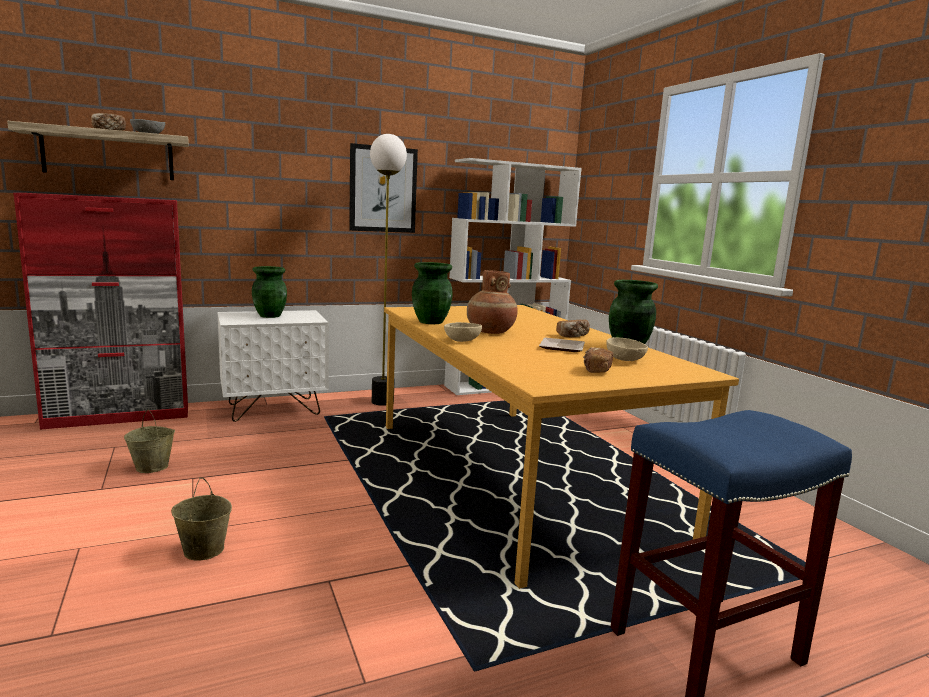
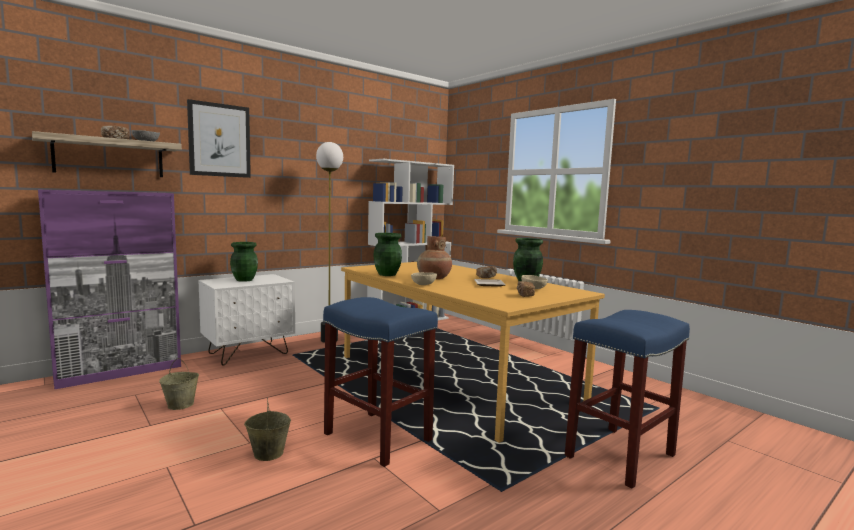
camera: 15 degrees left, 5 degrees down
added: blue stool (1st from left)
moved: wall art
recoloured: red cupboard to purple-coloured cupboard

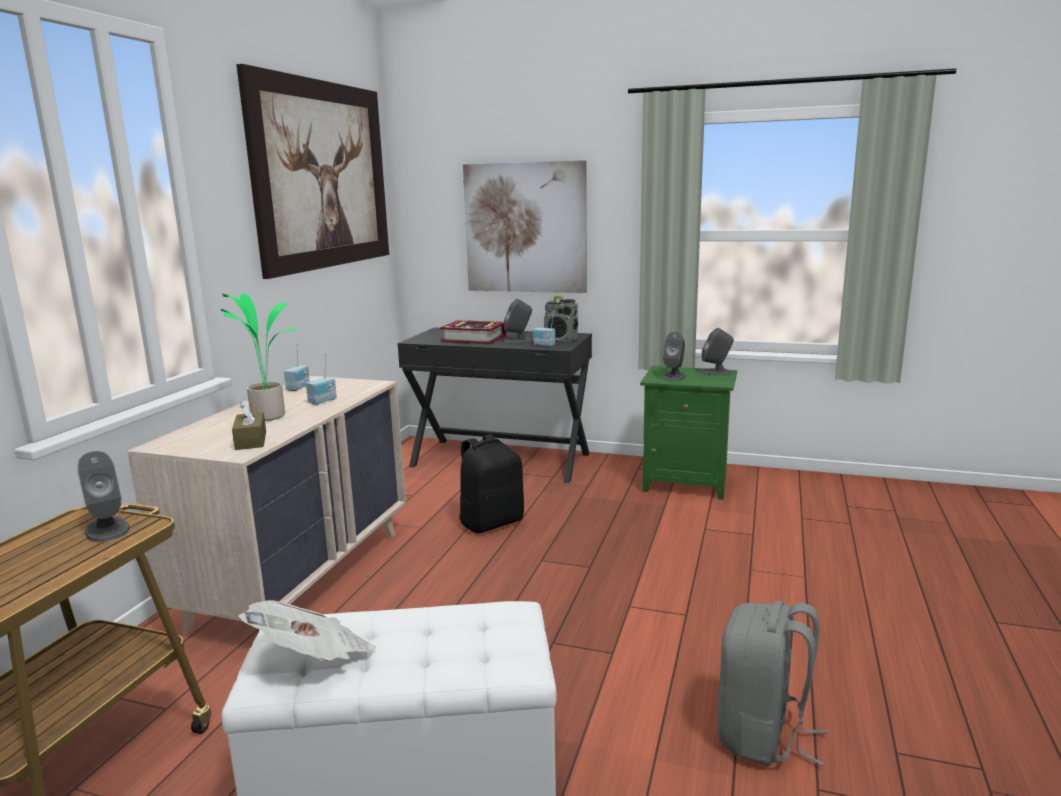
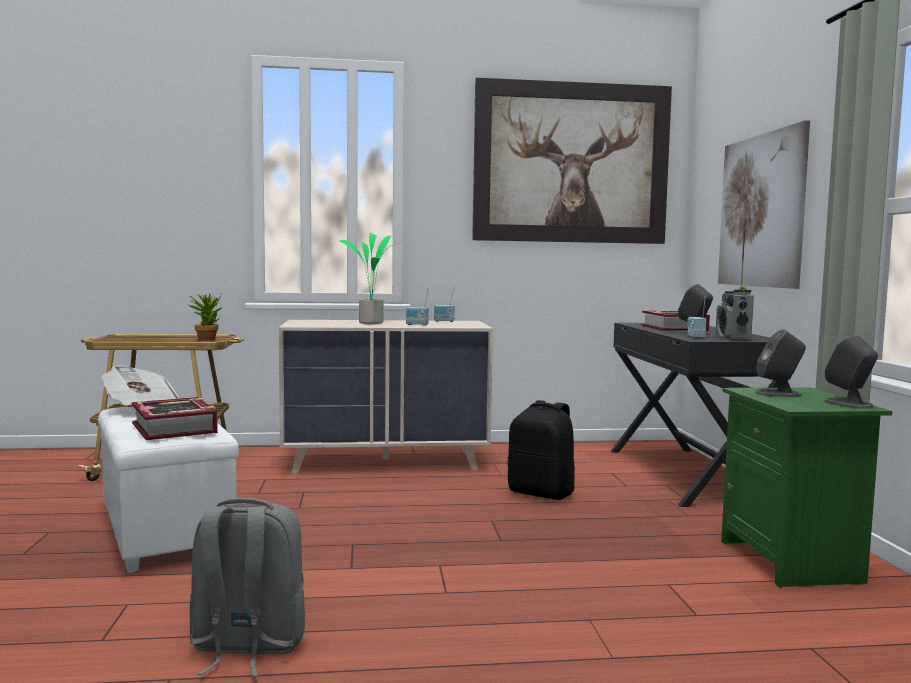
camera: 65 degrees right, 10 degrees down
removed: brownish box of tissues
added: bound book (1st from left)
replaced: grey audio speaker (1st from left) to plant in a pot (1st from left)

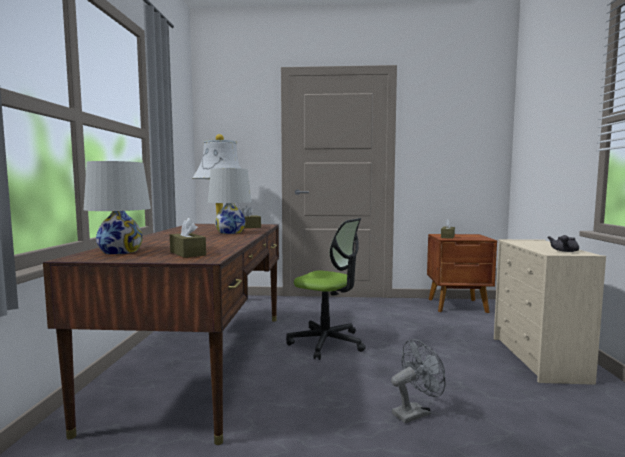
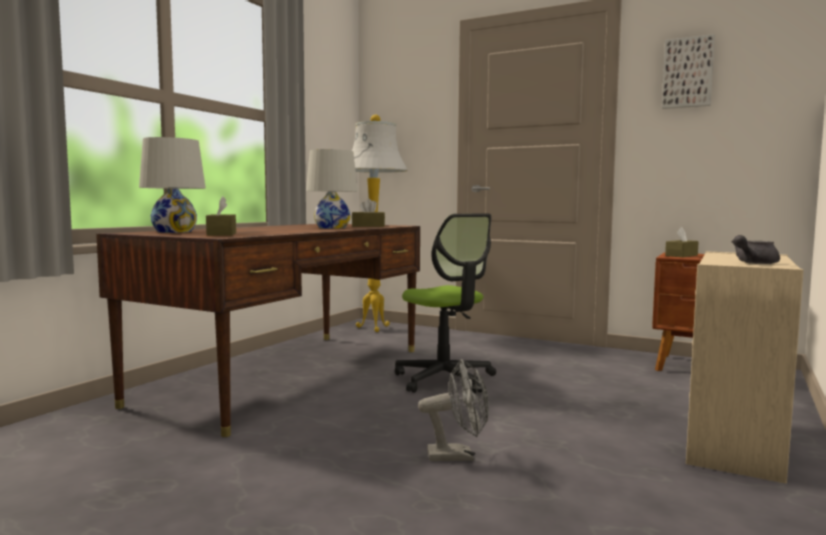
camera: 25 degrees right, 0 degrees up
added: wall art

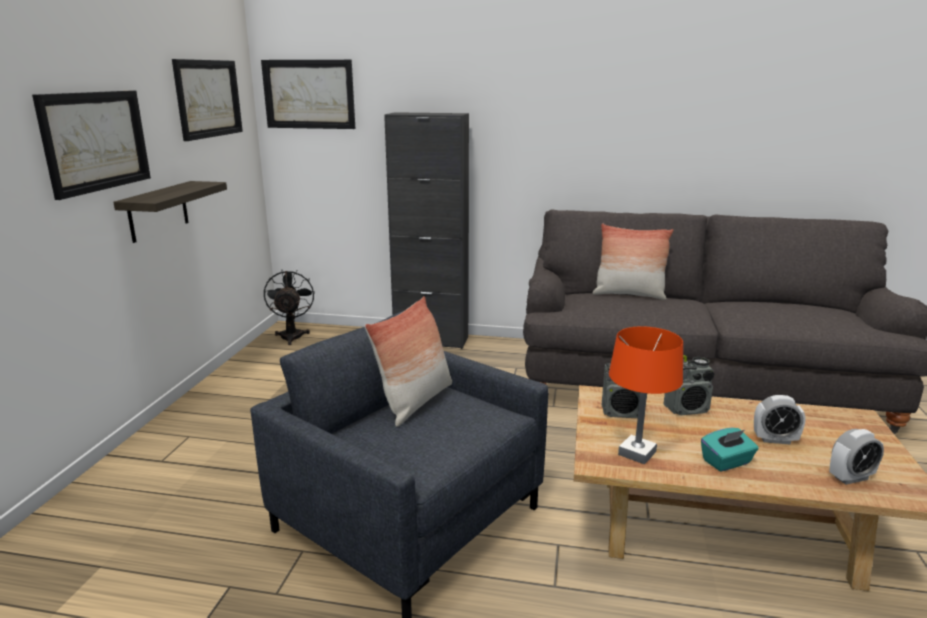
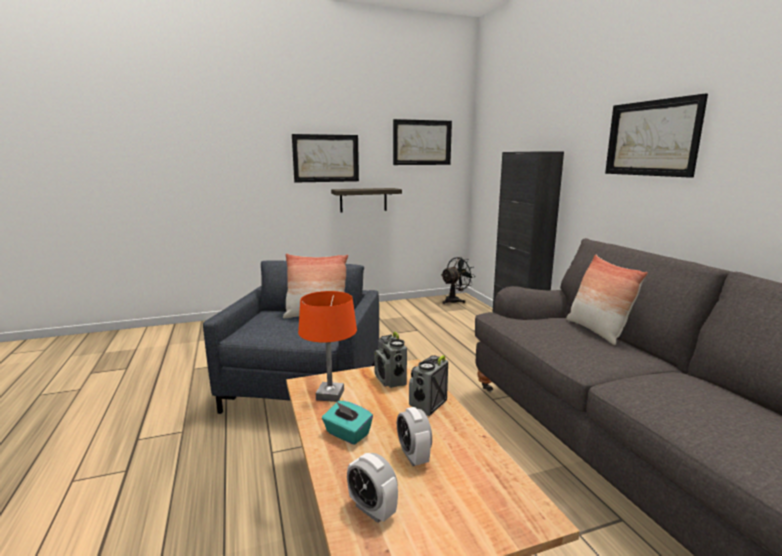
camera: 60 degrees right, 5 degrees down
moved: wall art (3rd from left)
turned: radio (2nd from left) 75 degrees clockwise

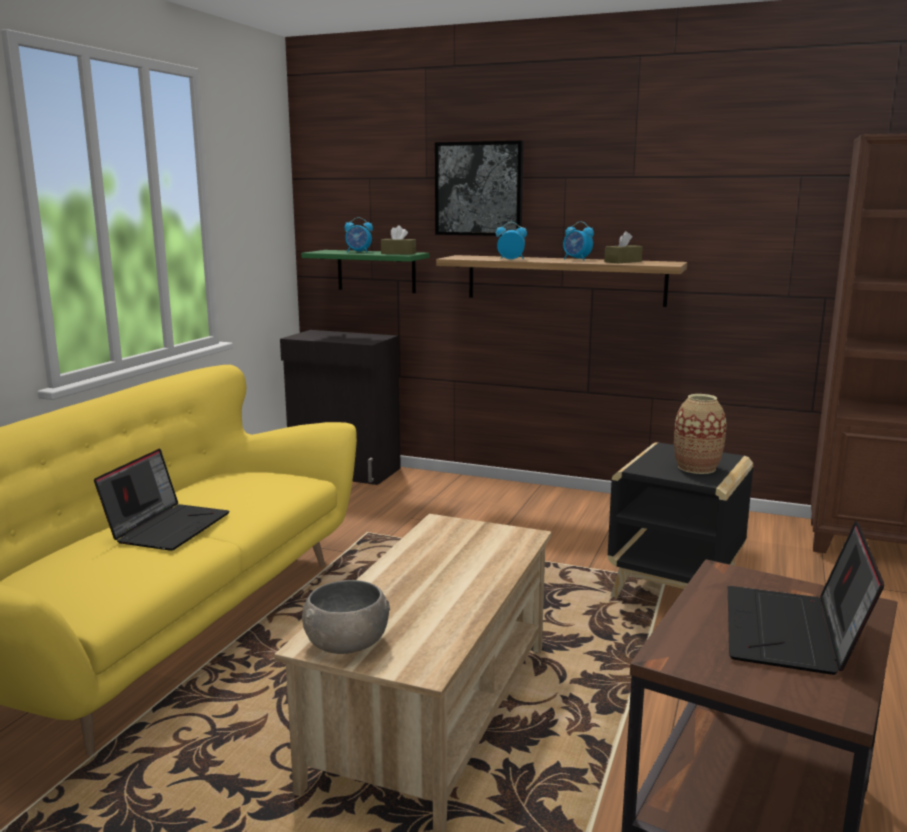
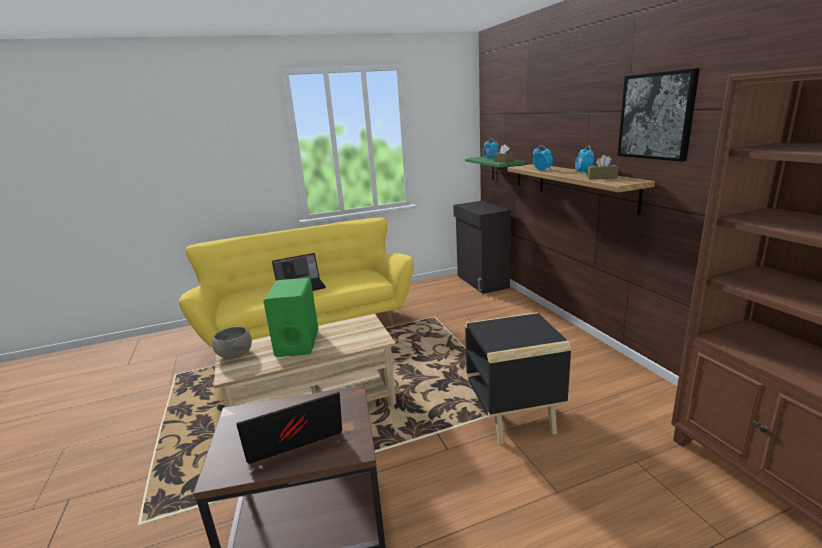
camera: 50 degrees right, 5 degrees up
removed: decorative vase
added: green audio speaker
moved: wall art

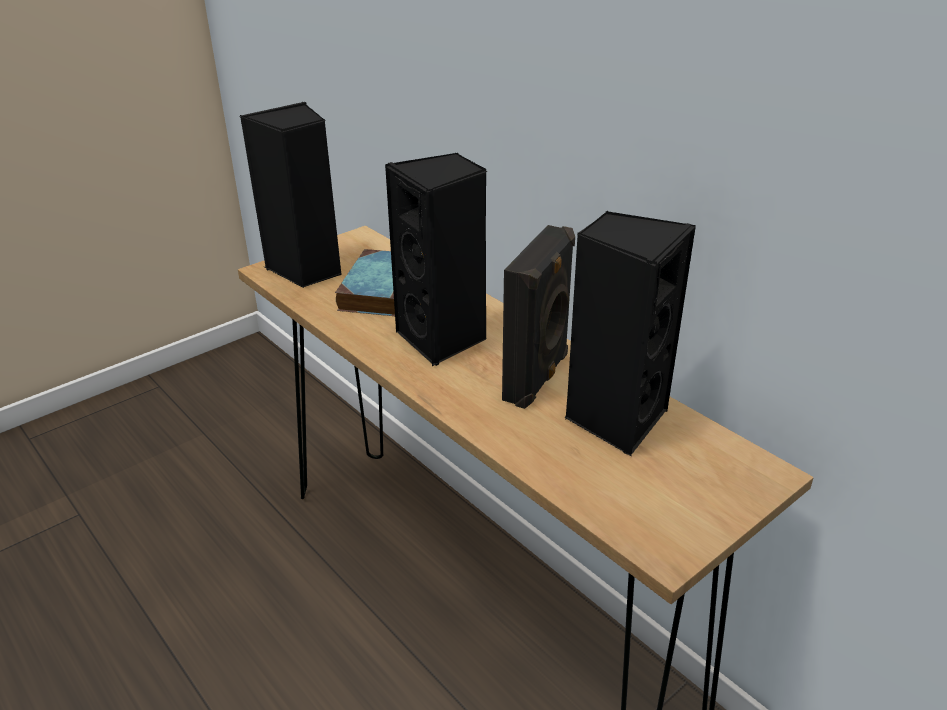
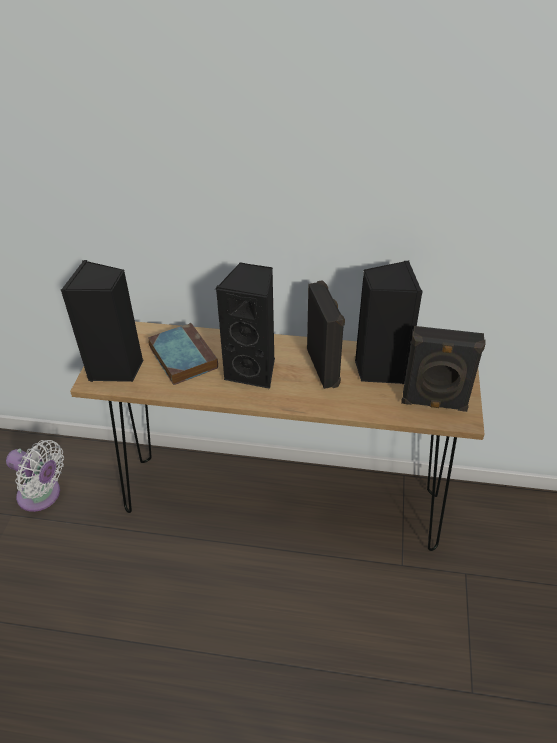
camera: 40 degrees left, 10 degrees up
added: whitish fan; blackish audio speaker (5th from left)

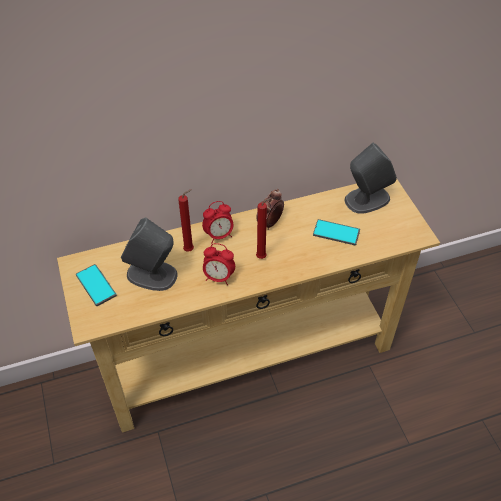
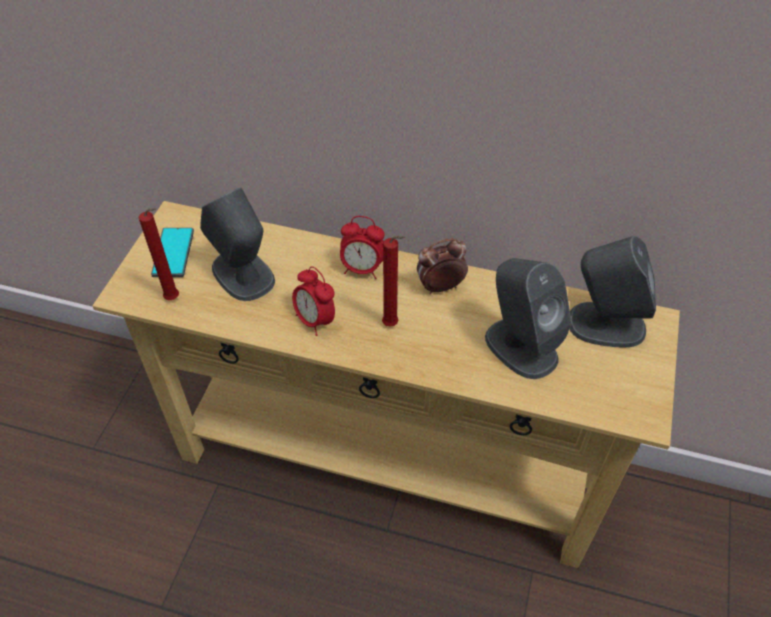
camera: 35 degrees right, 0 degrees up
moved: red wax light (1st from left)
replaced: phone (2nd from left) to grey audio speaker (2nd from left)

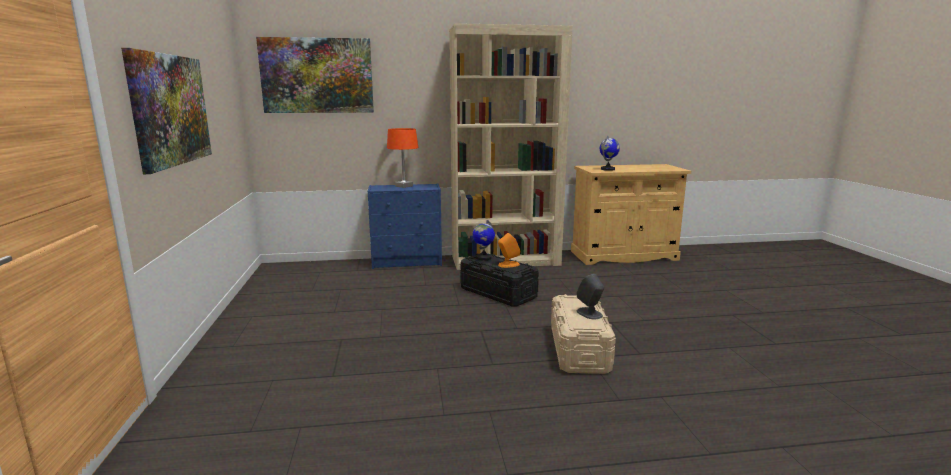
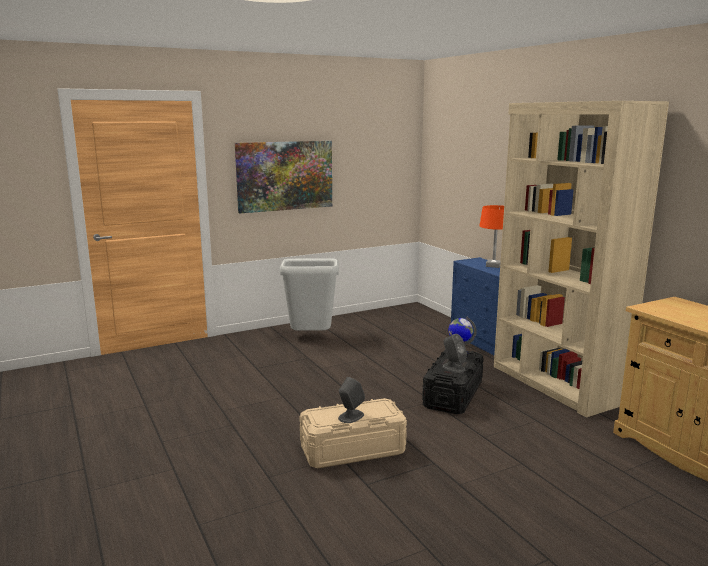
camera: 70 degrees right, 0 degrees up
removed: wall art (2nd from left); globe (2nd from left)
added: grey rubbish bin
recoloured: orangey audio speaker to grey audio speaker (2nd from left)

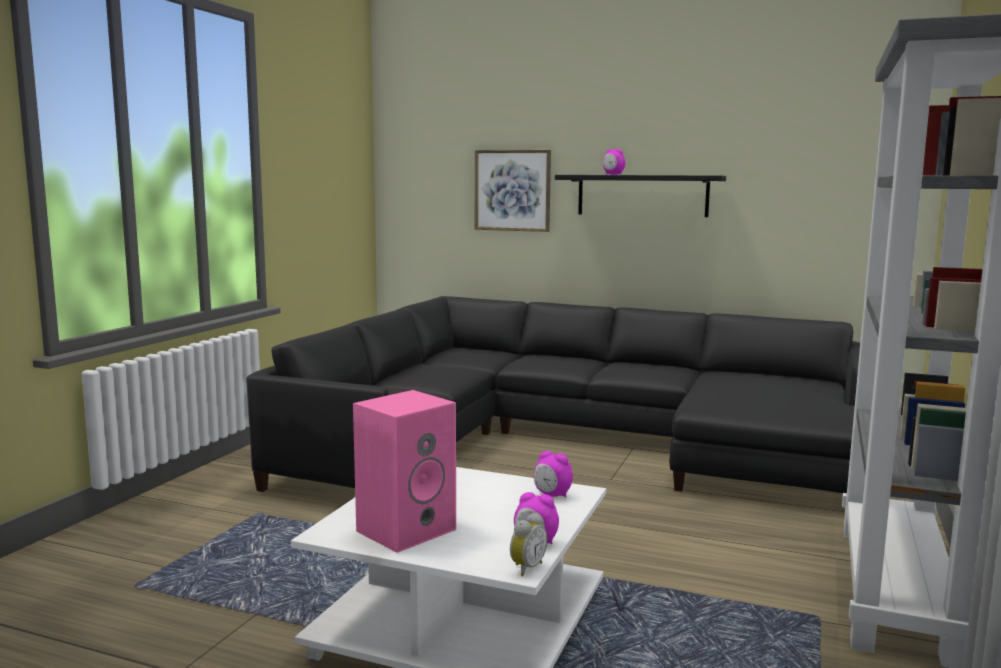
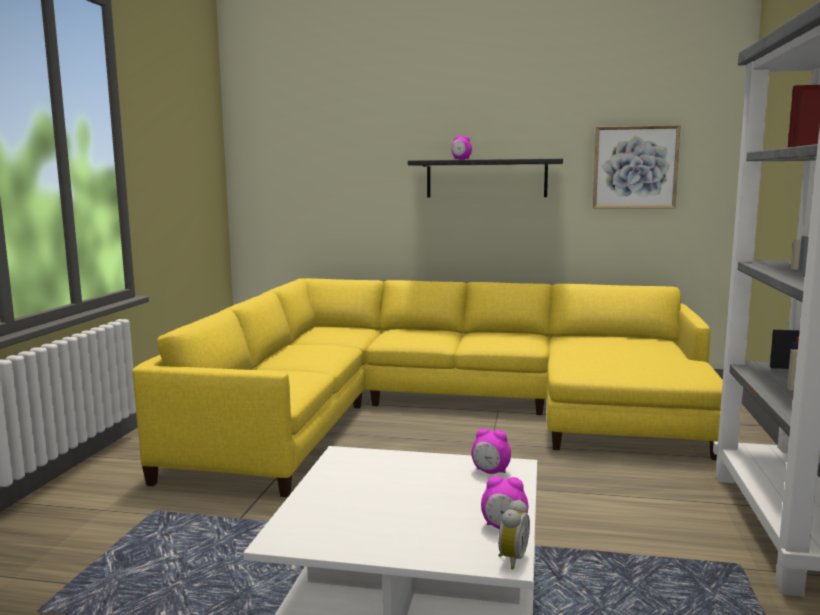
camera: 10 degrees left, 0 degrees up
removed: pink-coloured audio speaker
moved: wall art
recoloured: blackish settee to yellow-coloured settee

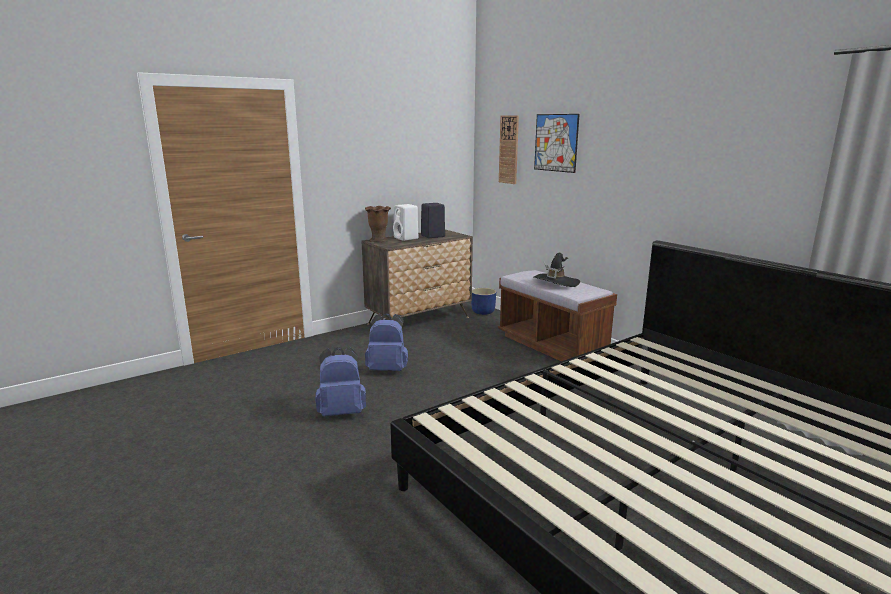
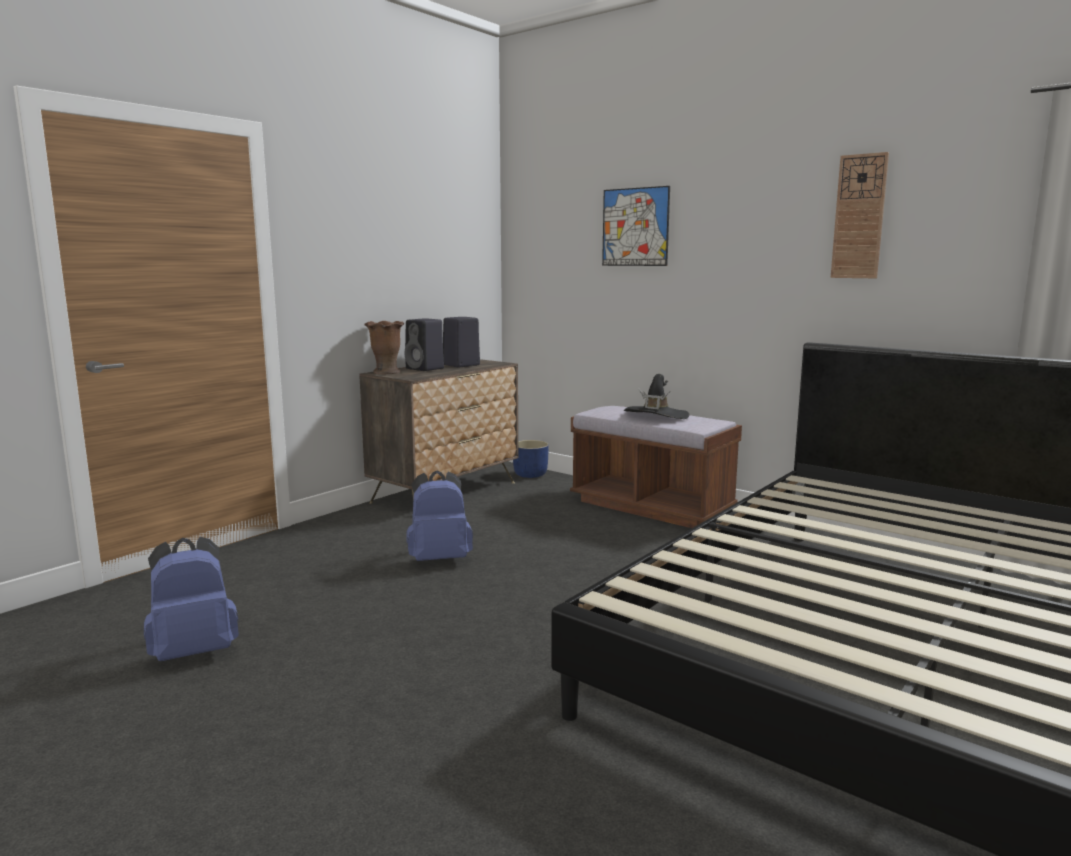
camera: 15 degrees left, 5 degrees down
moved: blue rucksack (1st from left); clock on the wall
recoloured: whitish audio speaker to blackish audio speaker (1st from left)

